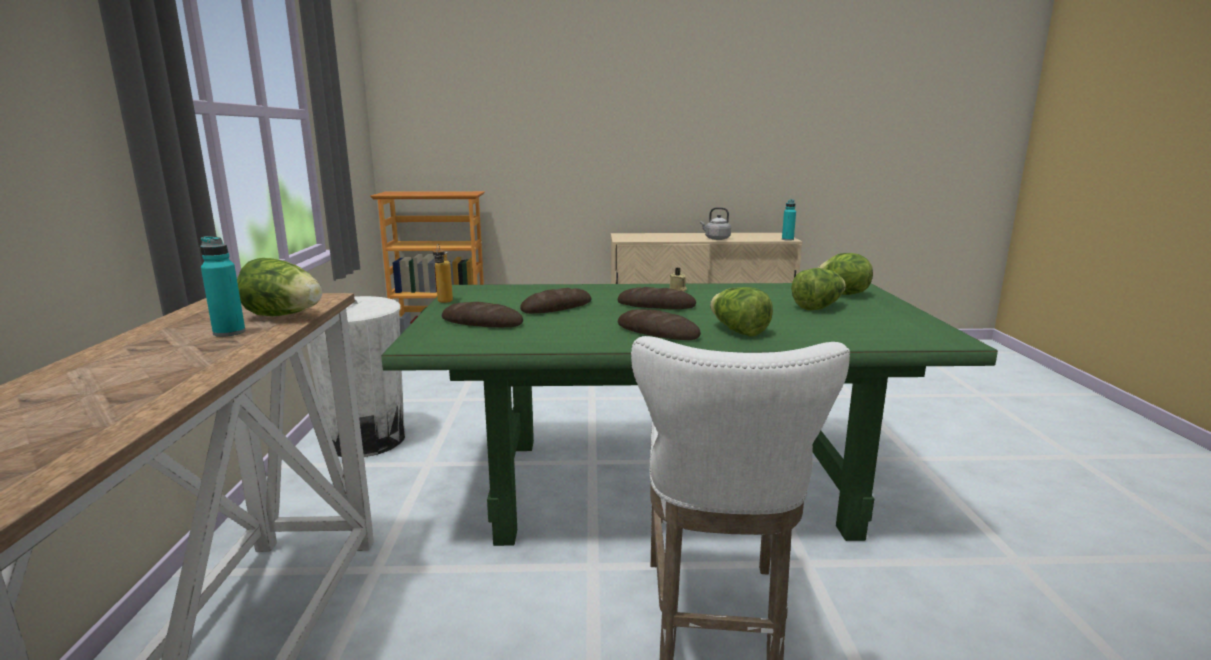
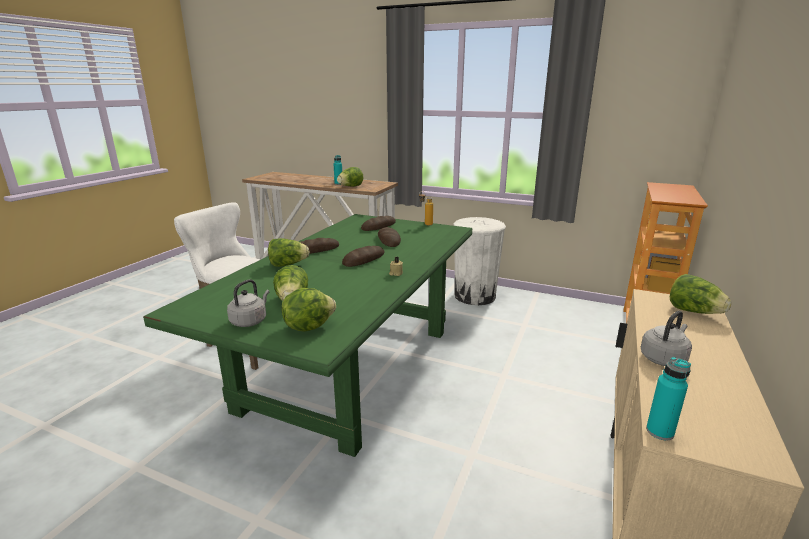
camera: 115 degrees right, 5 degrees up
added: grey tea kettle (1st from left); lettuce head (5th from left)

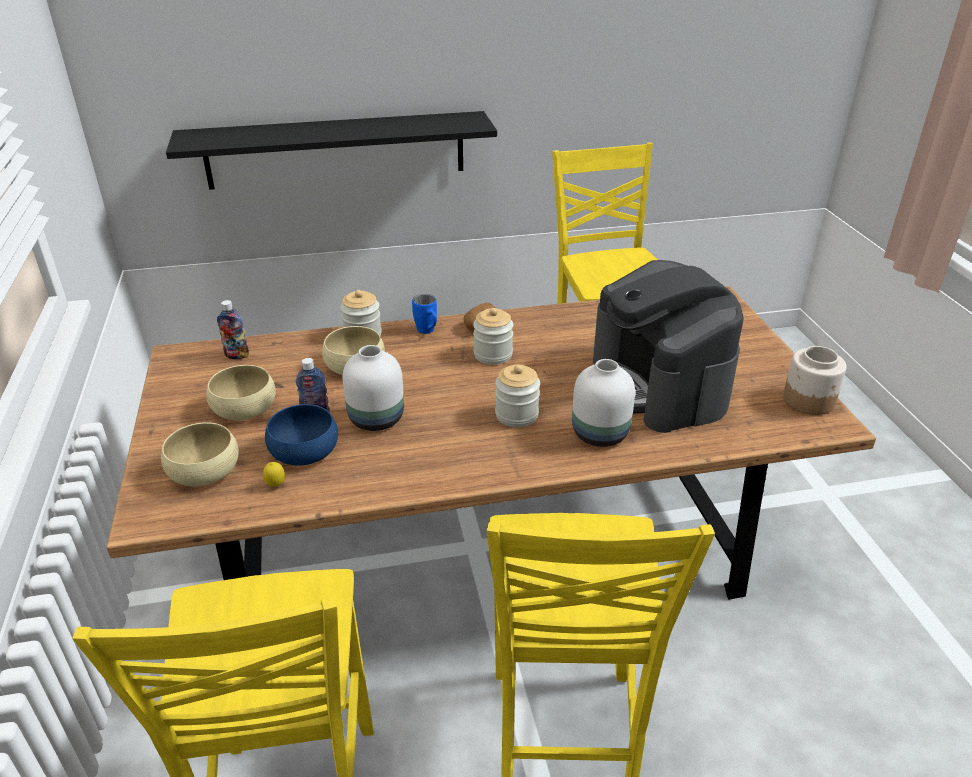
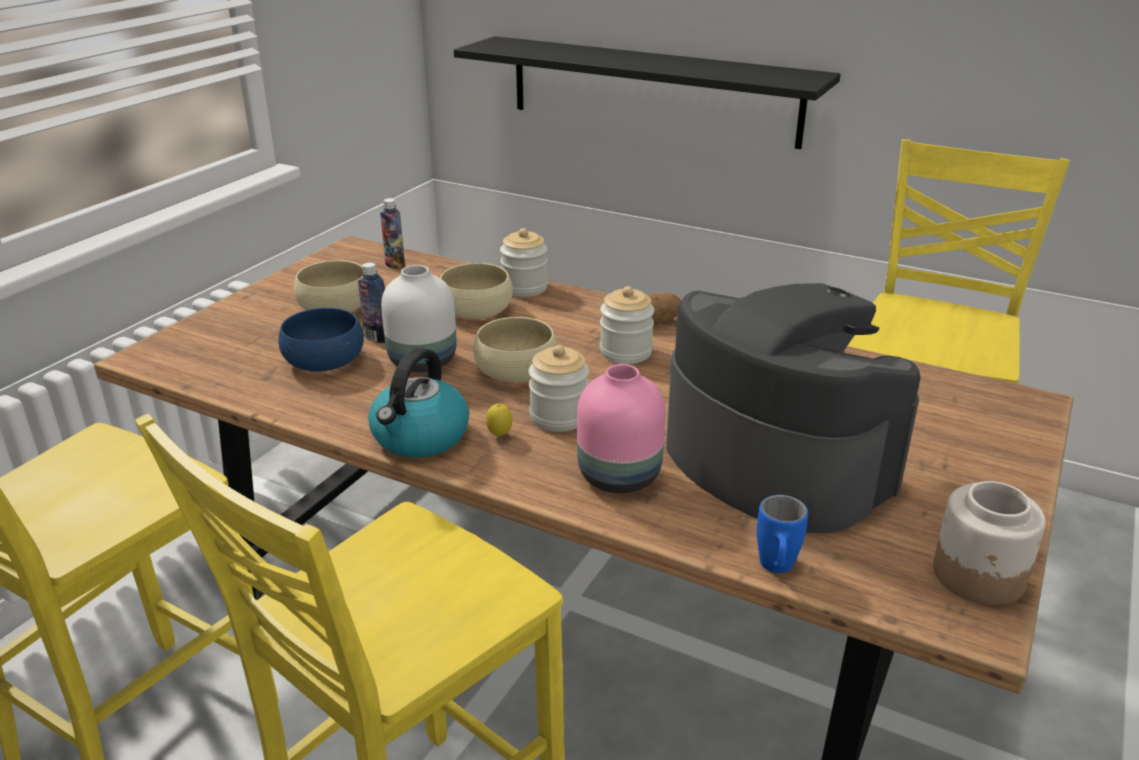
camera: 40 degrees right, 5 degrees down
added: tea kettle
moved: sand-coloured bowl (1st from left in the first image) to sand-coloured bowl (3rd from left); citrus fruit; blue coffee mug
recoloured: whitish decorative vase (2nd from left) to pink-coloured decorative vase
turned: coffee maker 120 degrees clockwise

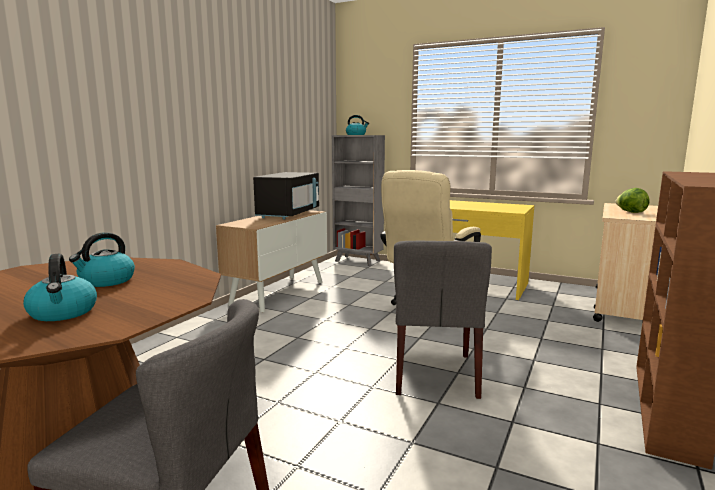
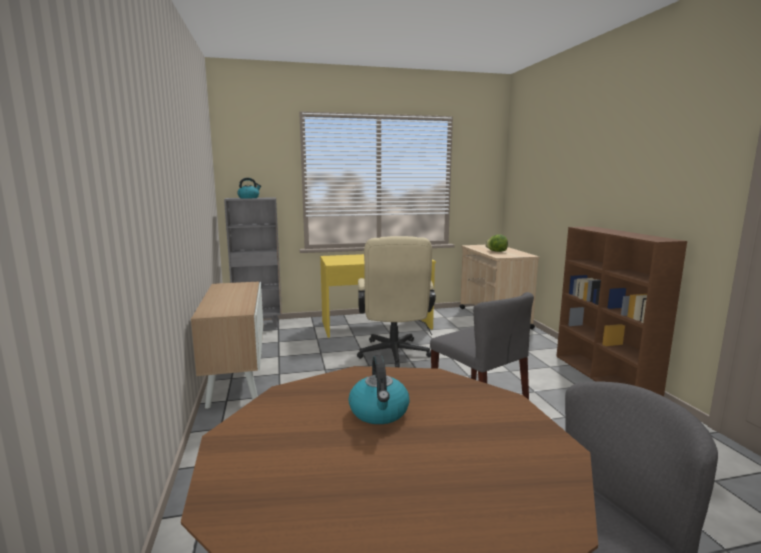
camera: 40 degrees left, 0 degrees up
removed: tea kettle (1st from left); blackish microwave oven

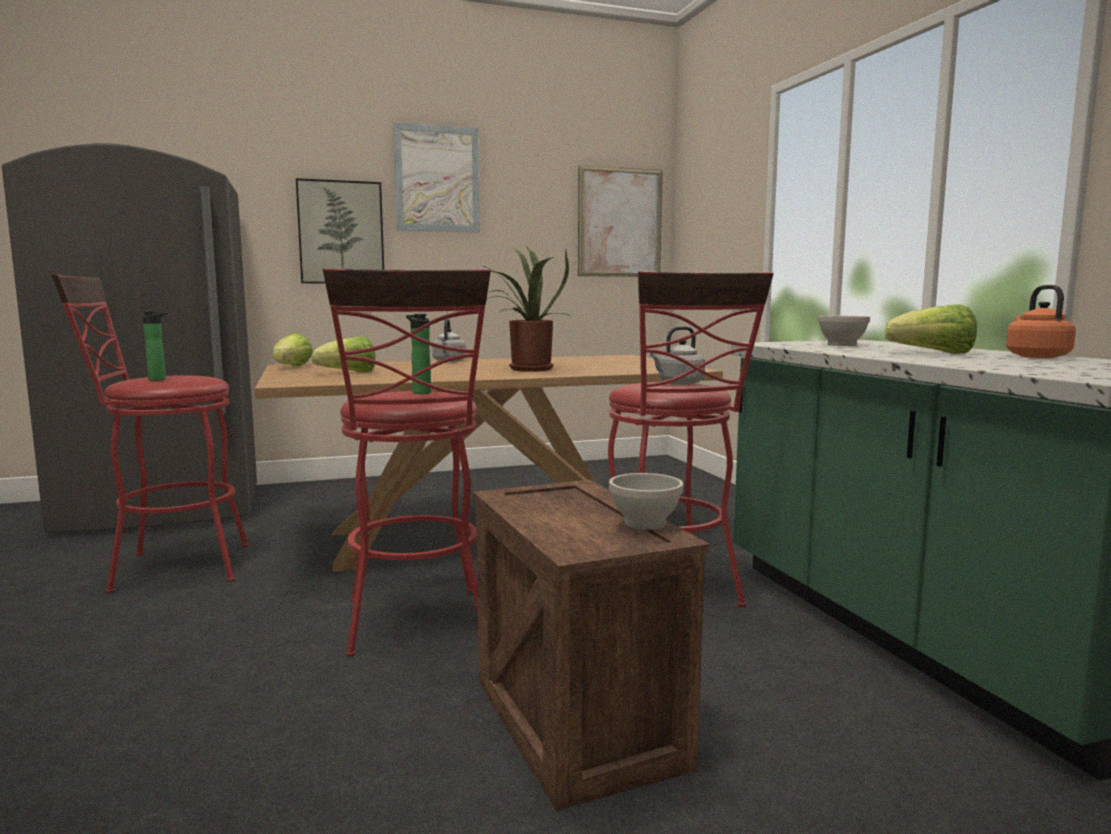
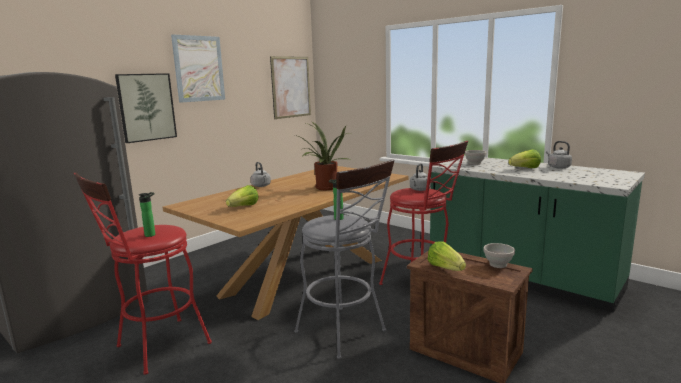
camera: 30 degrees left, 5 degrees up
moved: lettuce head (1st from left in the first image) to lettuce head (2nd from left)
recoloured: red stool (2nd from left) to grey stool; orangey tea kettle to grey tea kettle (3rd from left)

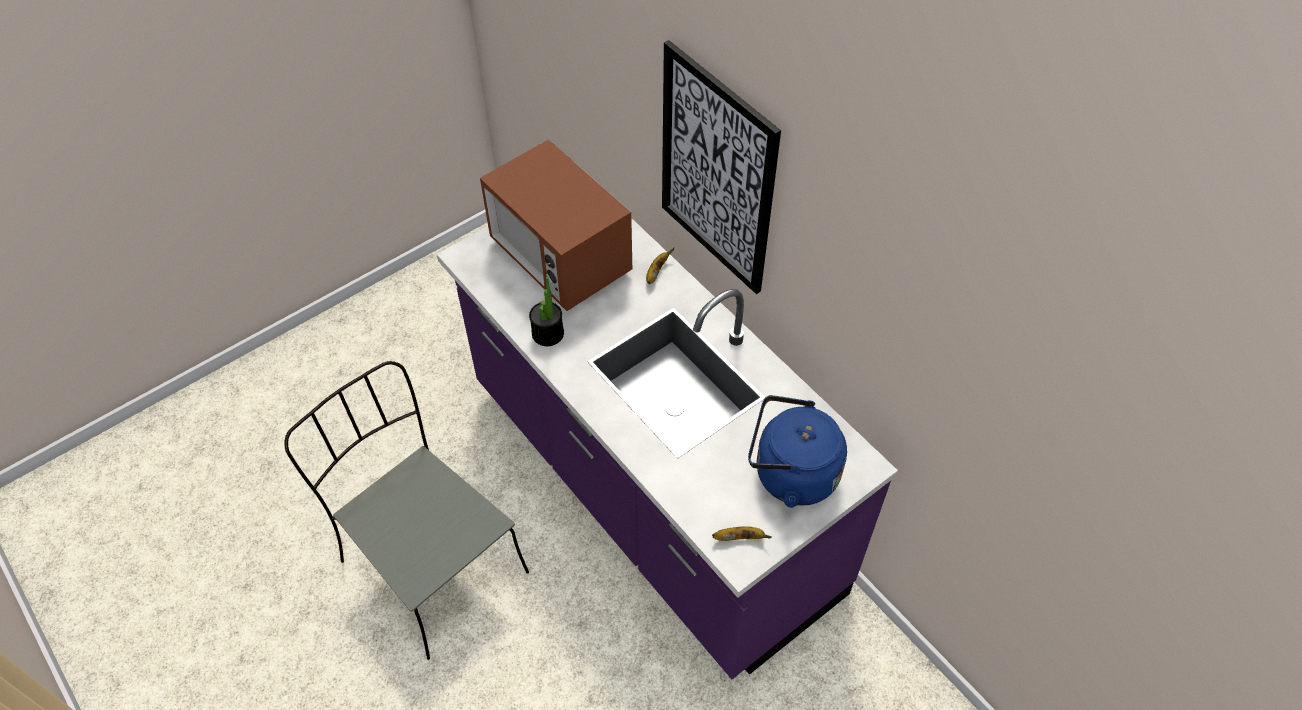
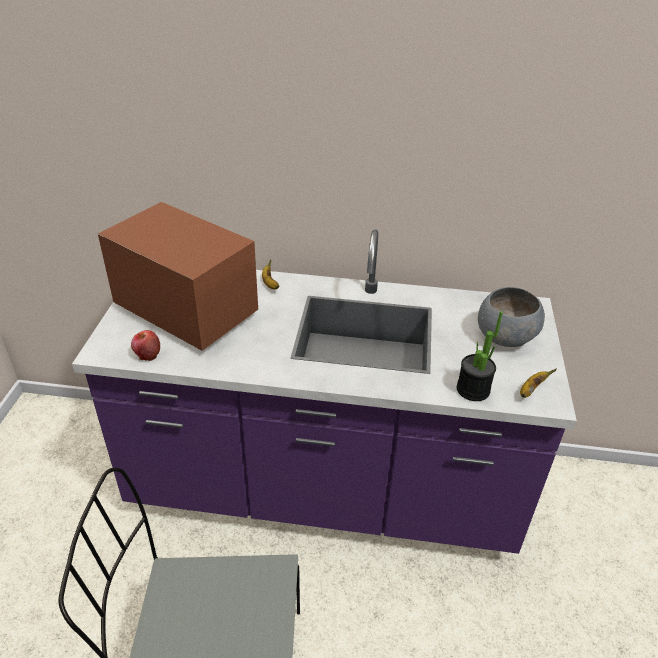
camera: 45 degrees left, 15 degrees down
removed: wall art
added: whole apple
moved: plant in a pot
replaced: blue tea kettle to grey bowl
turned: microwave oven 150 degrees counterclockwise

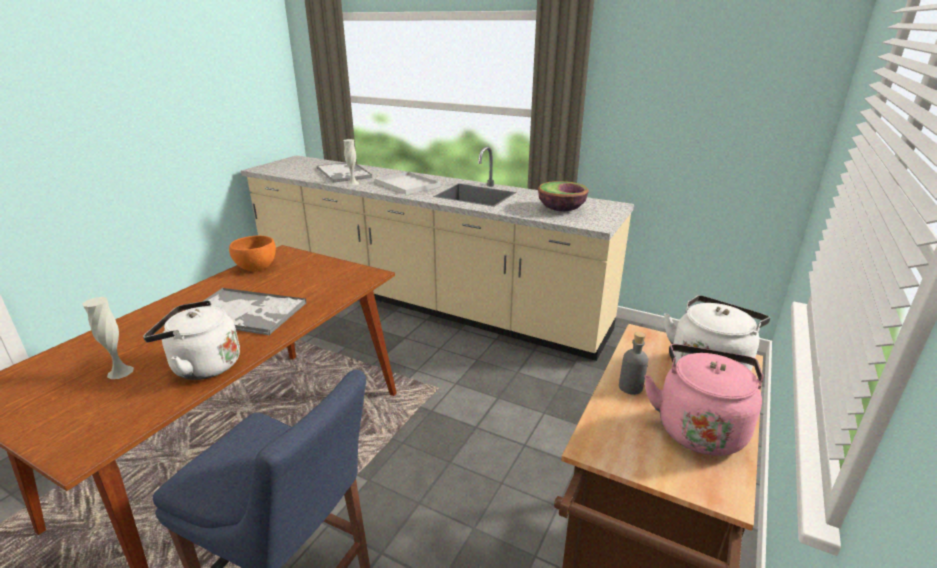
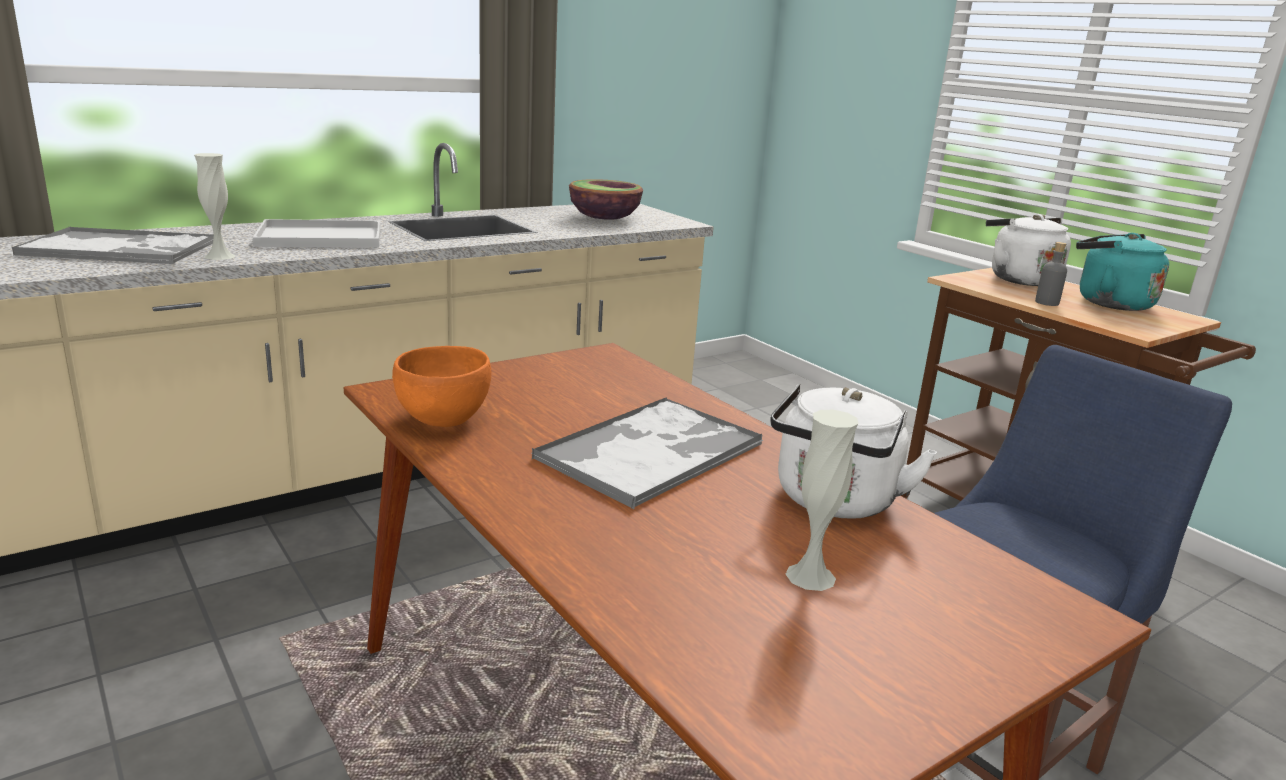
camera: 65 degrees left, 5 degrees down
recoloured: pink-coloured tea kettle to turquoise-coloured tea kettle

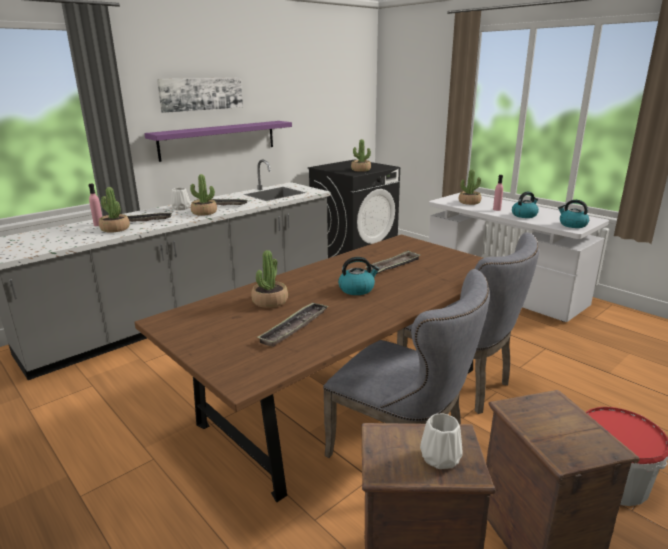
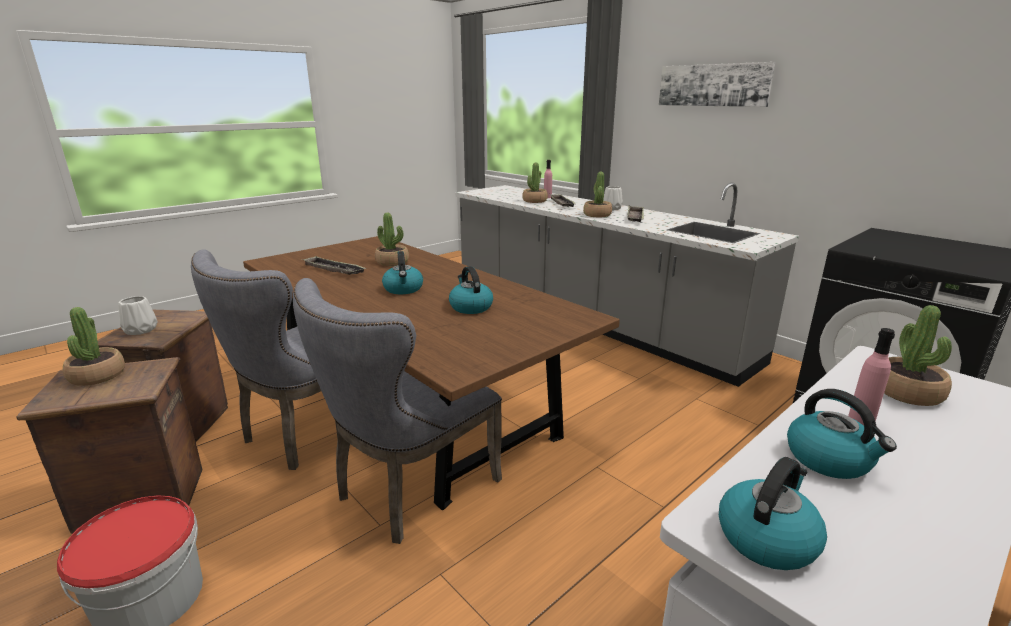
camera: 90 degrees right, 0 degrees up
removed: purple-coloured wall shelf
moved: plant in a pot (4th from left in the first image) to plant in a pot (1st from left)
replaced: carrying tray (4th from left) to tea kettle (2nd from left)

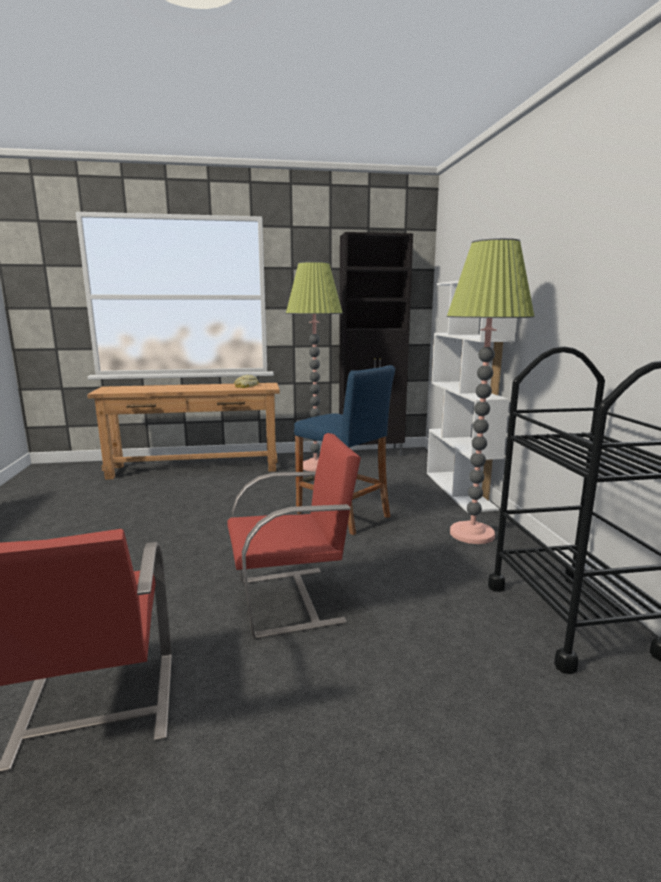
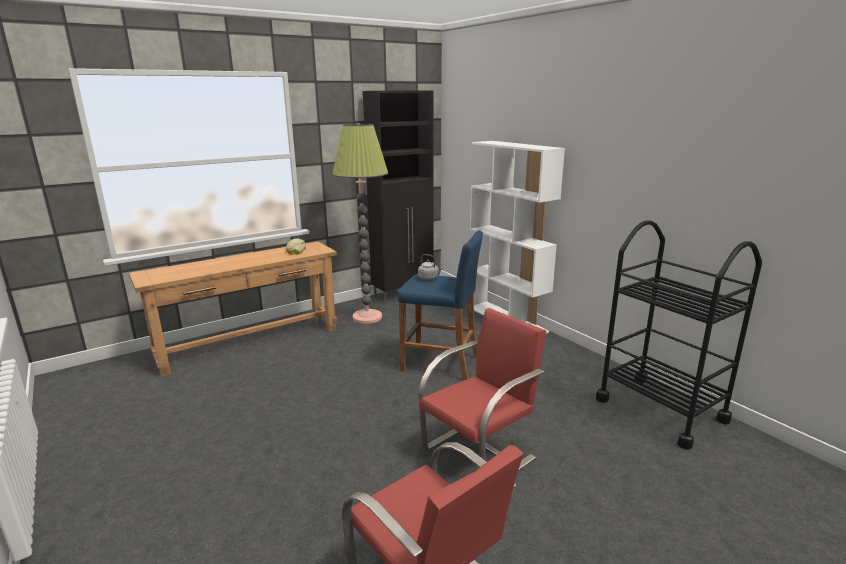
camera: 25 degrees left, 5 degrees up
removed: standing lamp (2nd from left)
added: grey tea kettle

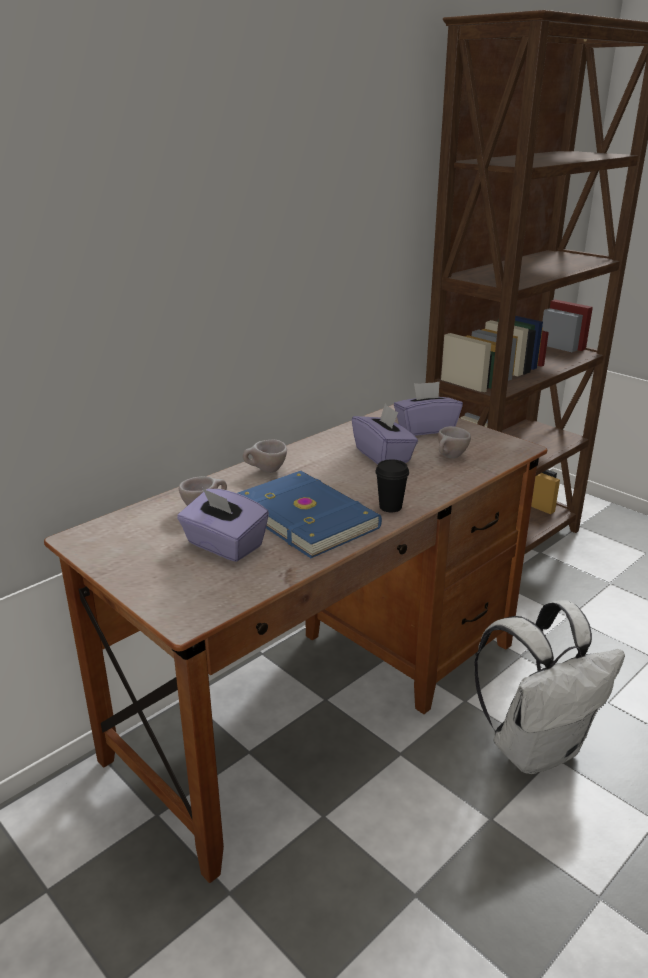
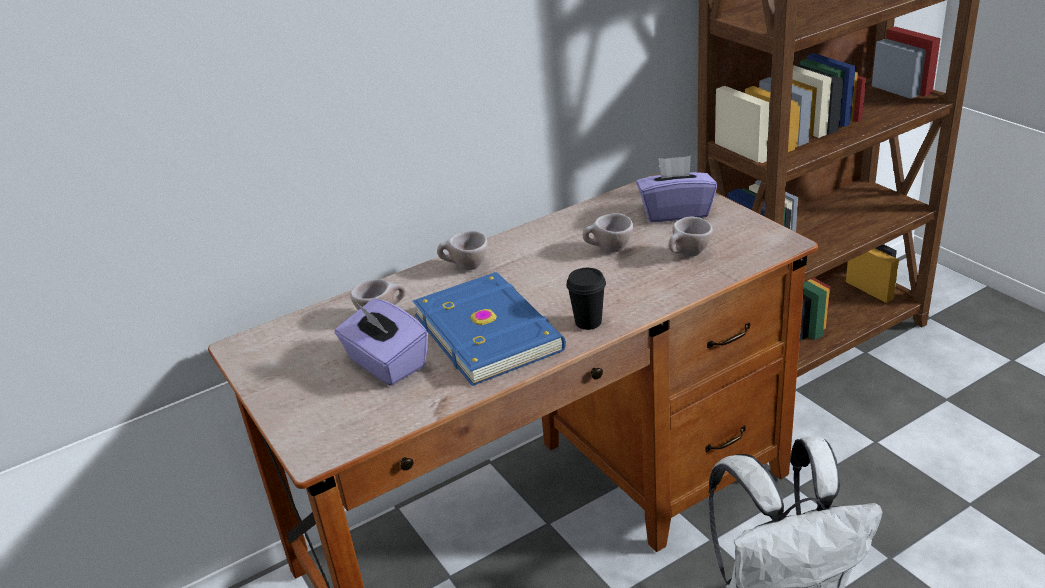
camera: 15 degrees right, 5 degrees up
replaced: purple-coloured box of tissues (2nd from left) to sand-coloured cup (3rd from left)

